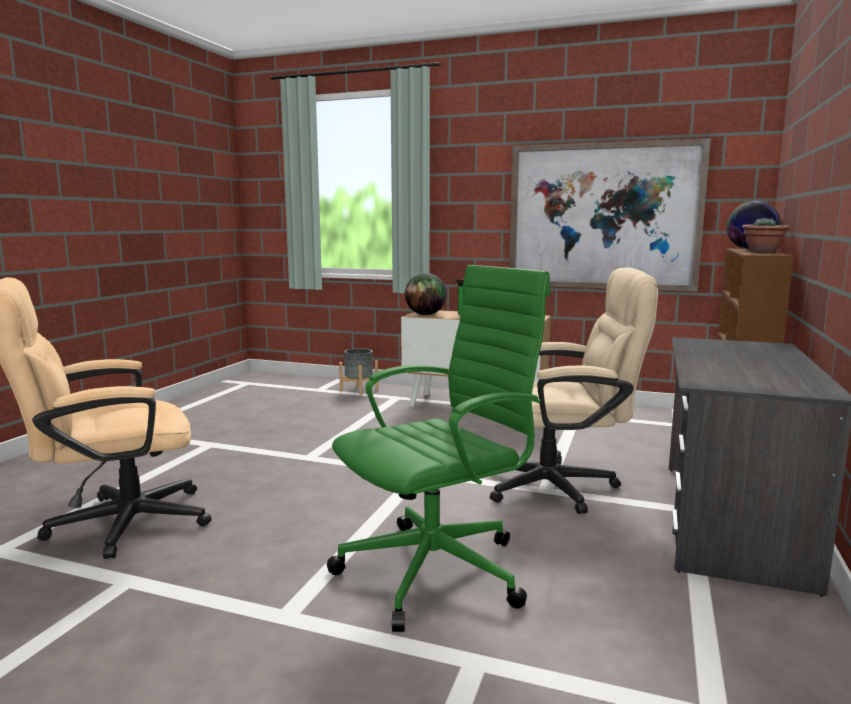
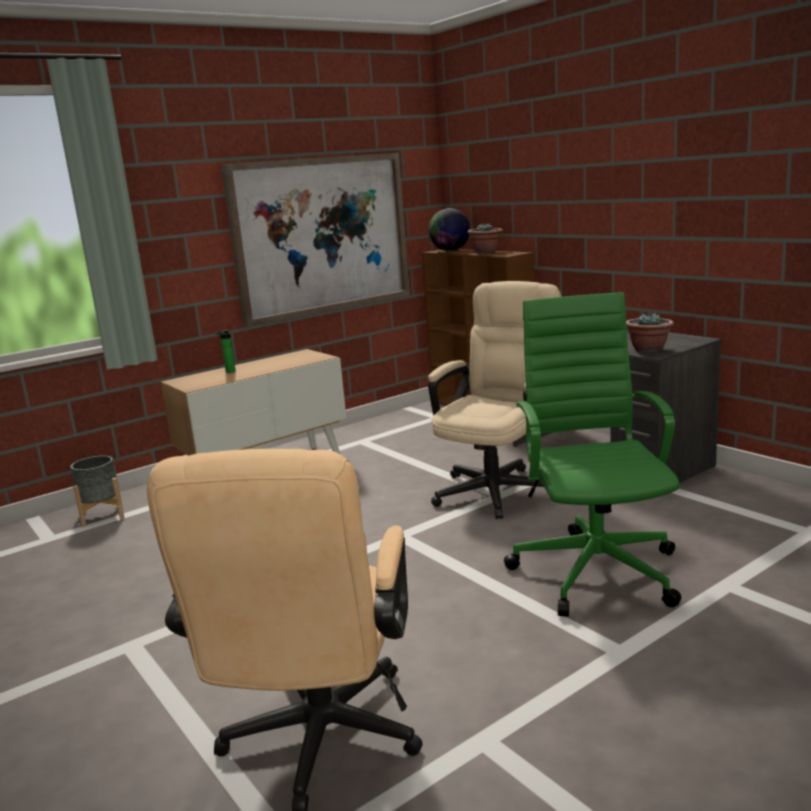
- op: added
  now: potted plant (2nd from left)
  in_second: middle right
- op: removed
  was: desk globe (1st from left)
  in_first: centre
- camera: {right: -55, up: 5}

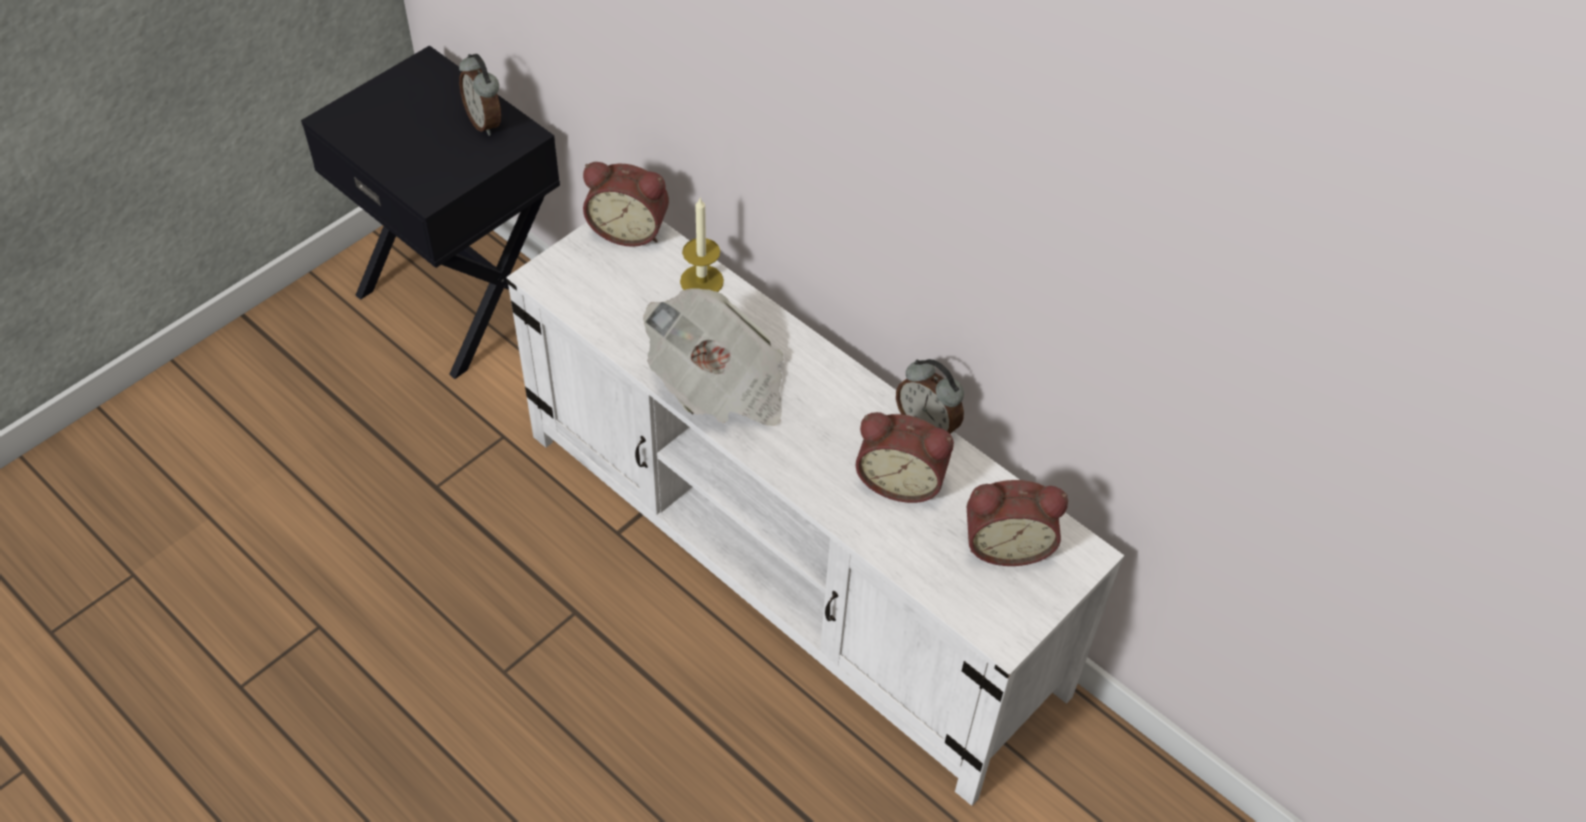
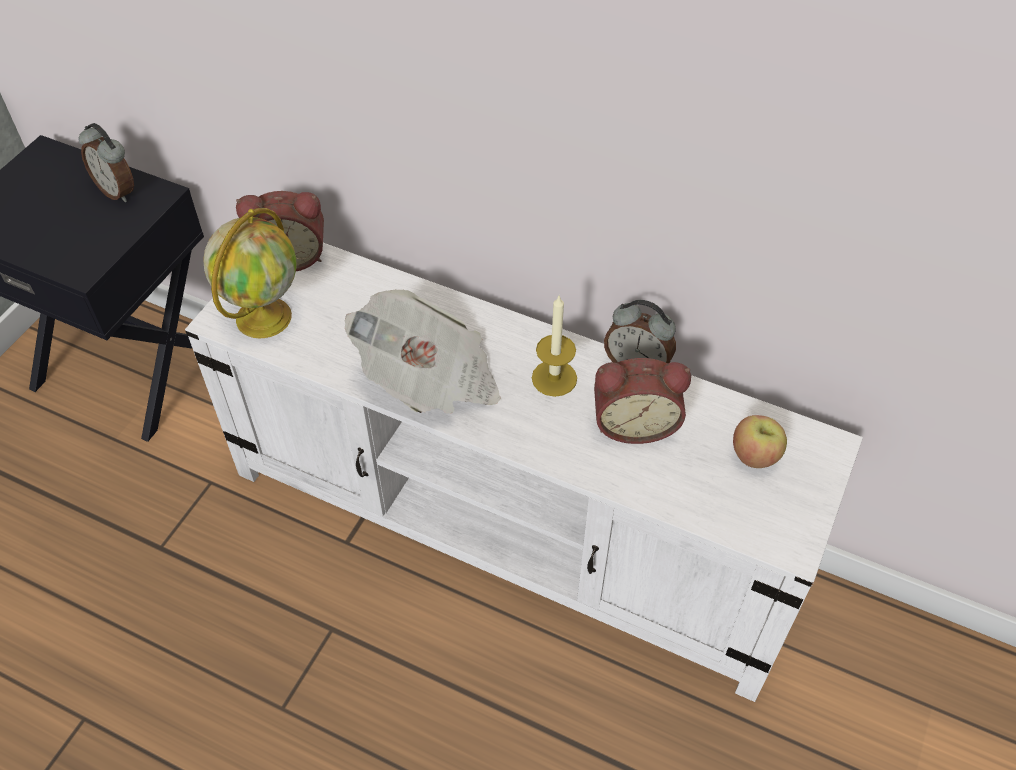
- op: added
  now: desk globe
  in_second: middle left
- op: moved
  was: wax candle
  in_first: top centre
  in_second: centre
- op: replaced
  was: table clock (5th from left)
  now: whole apple
  in_first: centre
  in_second: middle right
- camera: {right: -15, up: 0}

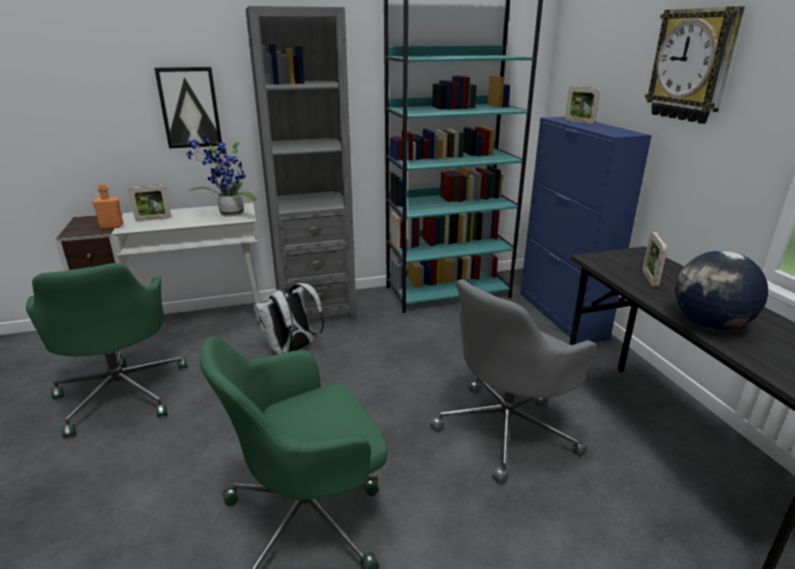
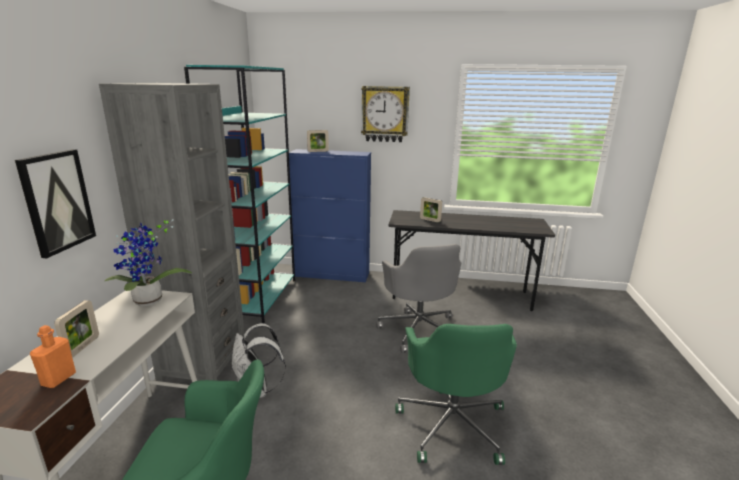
- op: removed
  was: desk globe
  in_first: middle right
- camera: {right: -65, up: -5}

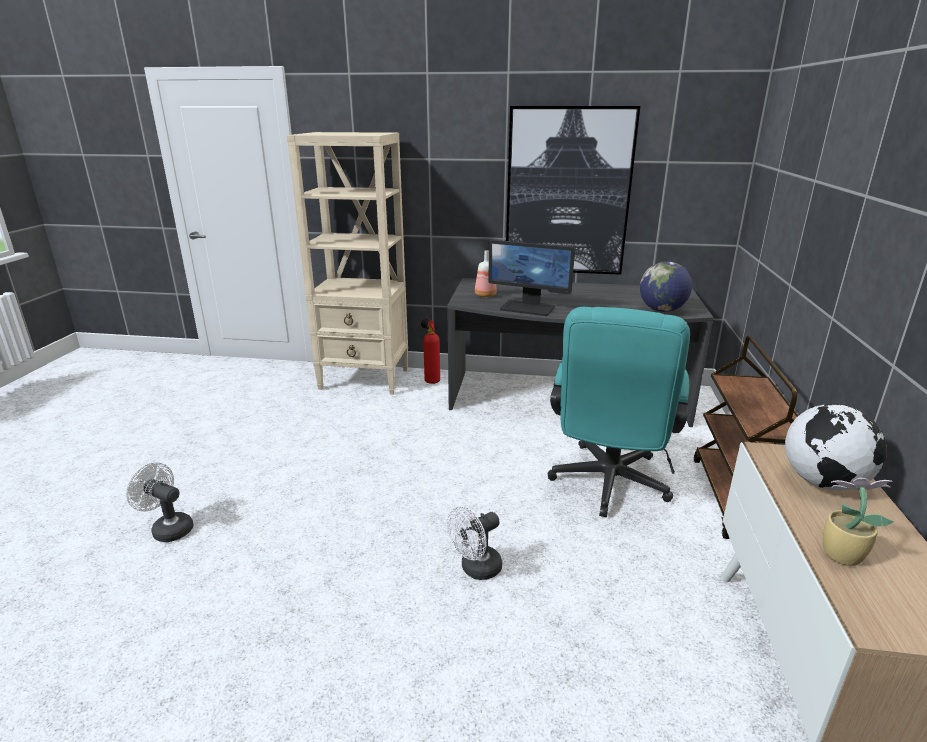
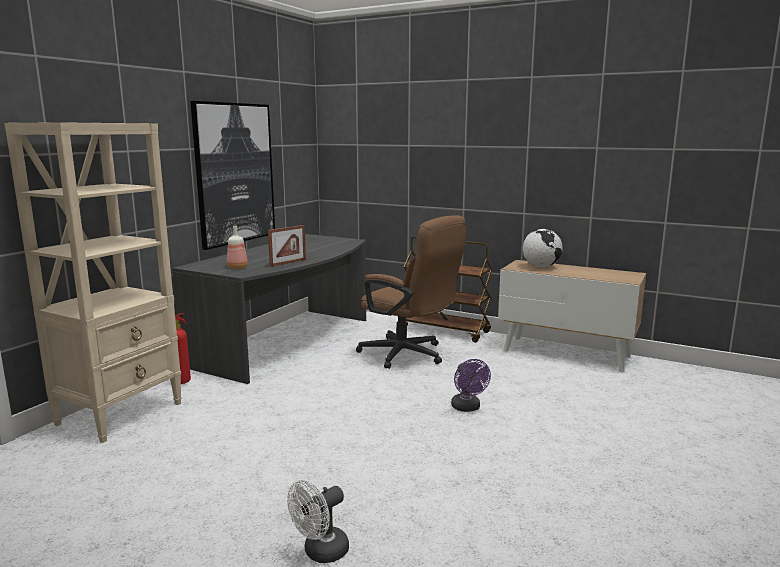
- op: replaced
  was: computer screen
  now: photo frame
  in_first: centre
  in_second: centre
- op: recoloured
  was: turquoise office chair
  now: brownish office chair
  in_first: middle right
  in_second: centre
- op: recoloured
  was: white-coloured electric fan (2nd from left)
  now: purplish electric fan
  in_first: bottom centre
  in_second: bottom centre
- op: removed
  was: desk globe (1st from left)
  in_first: middle right
- op: removed
  was: potted plant
  in_first: bottom right
- camera: {right: -70, up: -10}

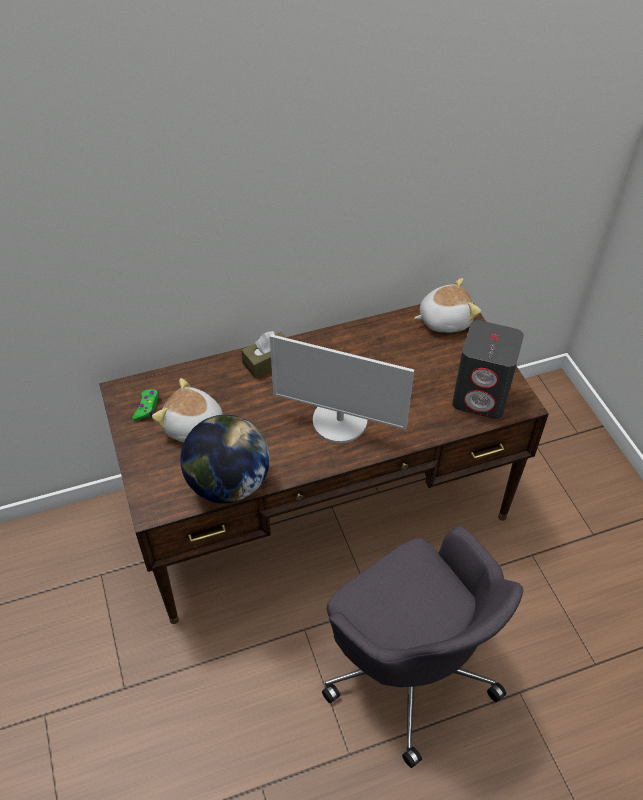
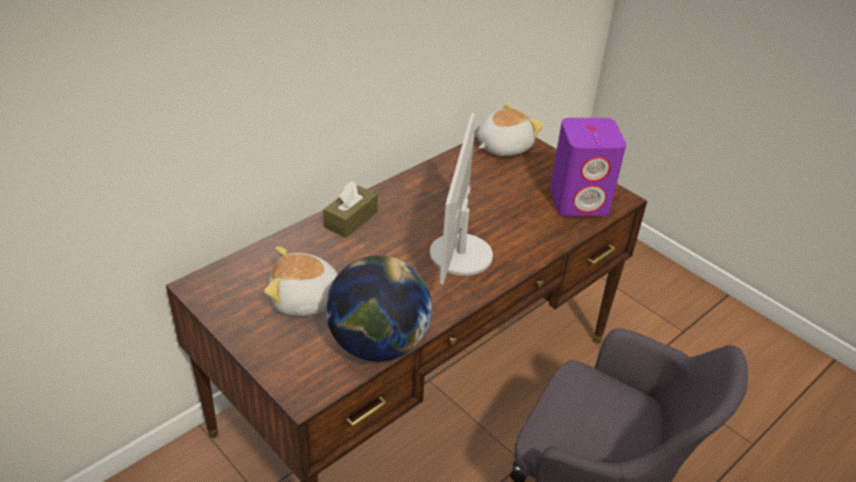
- op: turned
  was: computer screen
  in_first: centre
  in_second: centre
  clockwise: 105
- op: recoloured
  was: greyish audio speaker
  now: purplish audio speaker
  in_first: middle right
  in_second: middle right
- op: removed
  was: green-coloured game controller
  in_first: middle left
- camera: {right: -25, up: -10}

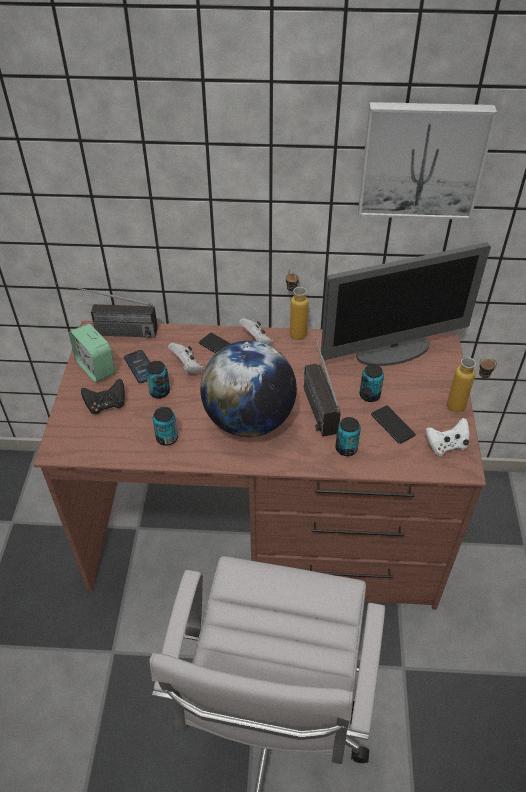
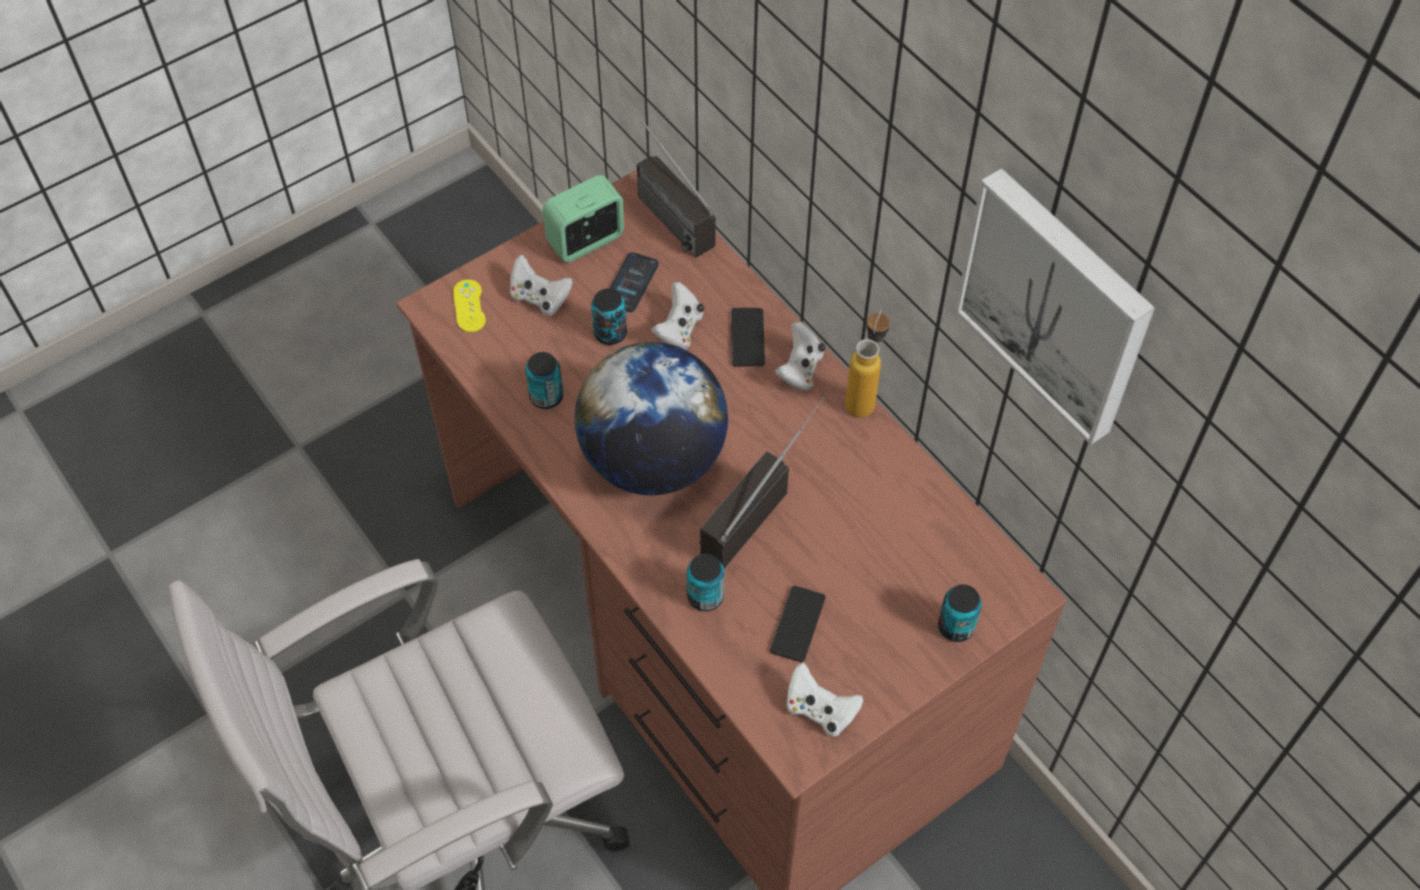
- op: added
  now: yellow-coloured game controller
  in_second: middle left
- op: recoloured
  was: black game controller
  now: white-coloured game controller (1st from left)
  in_first: middle left
  in_second: top centre
- op: turned
  was: table clock
  in_first: middle left
  in_second: top centre
  clockwise: 45
- op: moved
  was: sealed can (4th from left)
  in_first: middle right
  in_second: bottom right
- op: removed
  was: computer screen
  in_first: middle right
- op: removed
  was: bottle (2nd from left)
  in_first: middle right
- camera: {right: 50, up: 10}

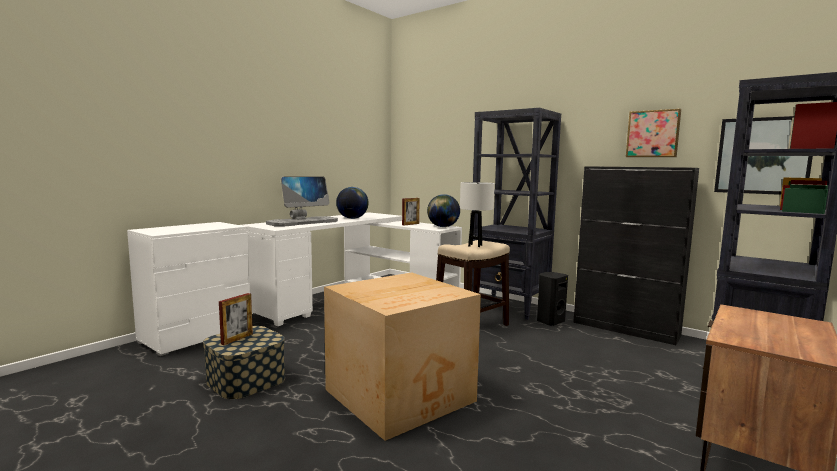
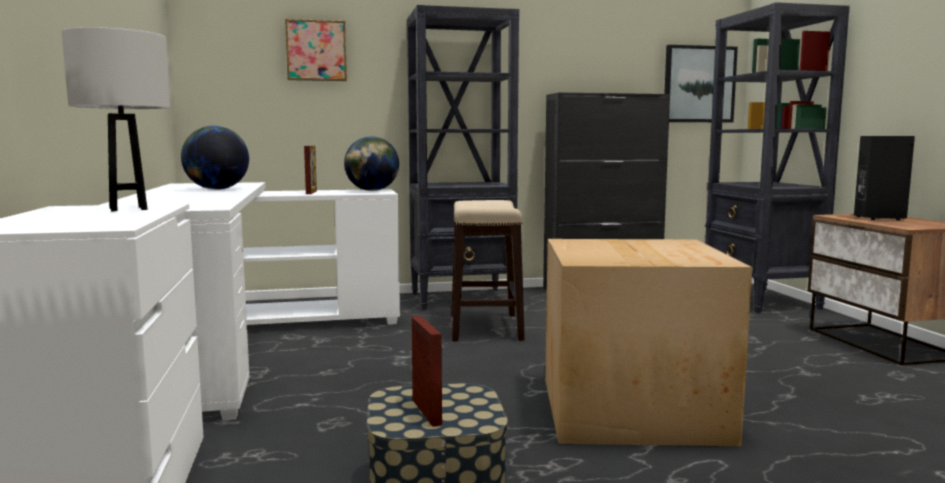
- op: moved
  was: white-coloured table lamp
  in_first: centre
  in_second: top left
- op: moved
  was: wall art (1st from left)
  in_first: top right
  in_second: top centre
- op: moved
  was: black audio speaker
  in_first: centre
  in_second: middle right
- op: removed
  was: computer screen
  in_first: centre
- camera: {right: -50, up: 0}

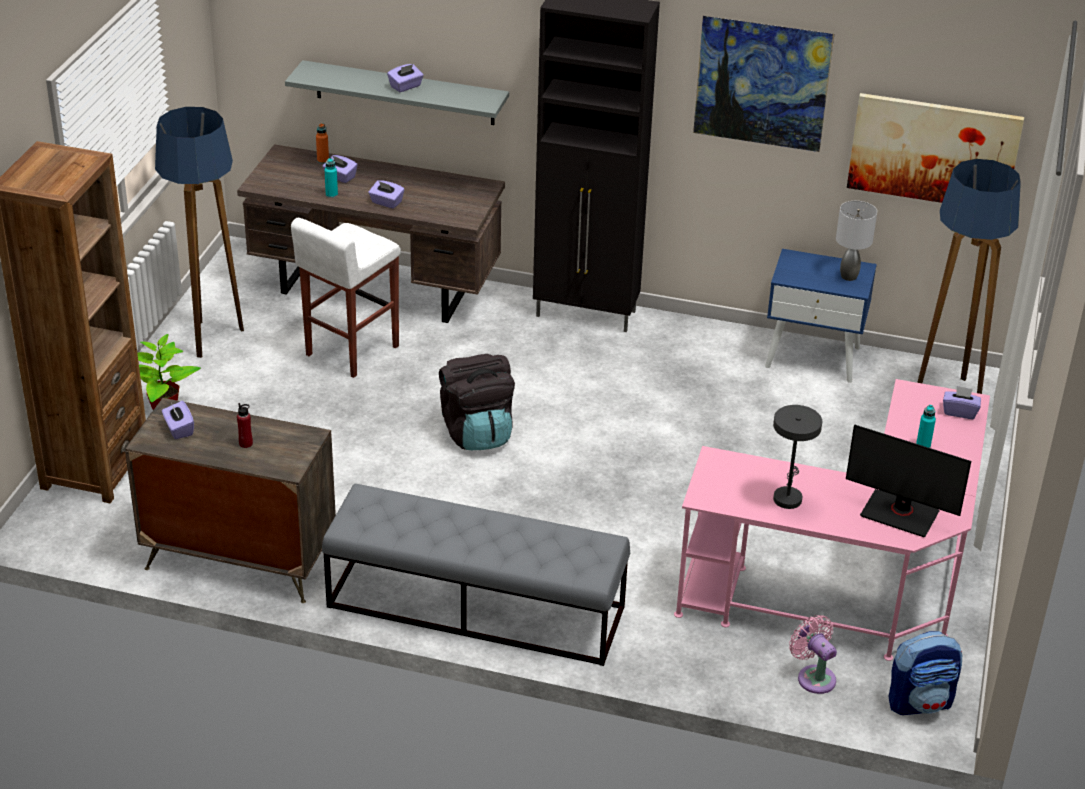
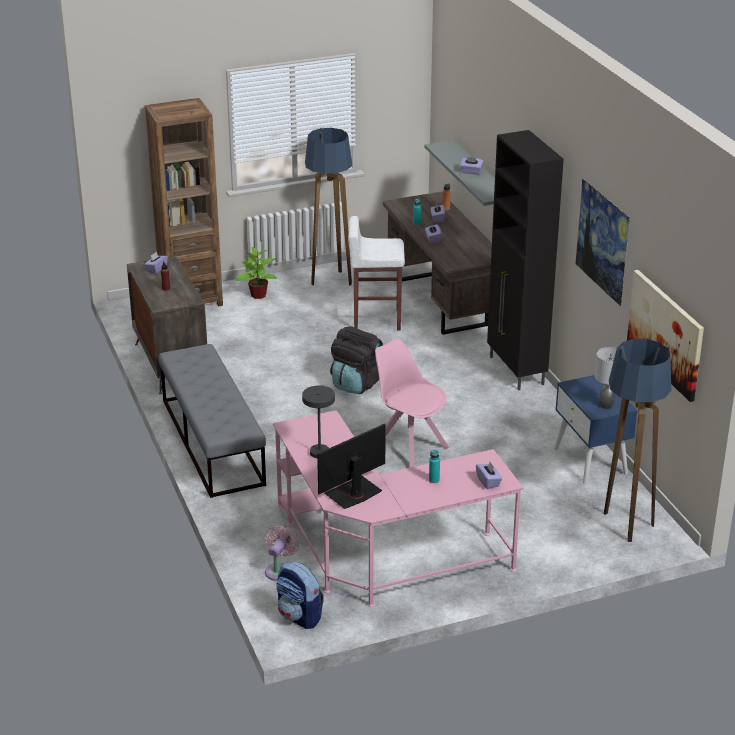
- op: turned
  was: computer screen
  in_first: middle right
  in_second: centre
  clockwise: 60
- op: added
  now: pink upright chair
  in_second: centre
- camera: {right: 55, up: -5}

